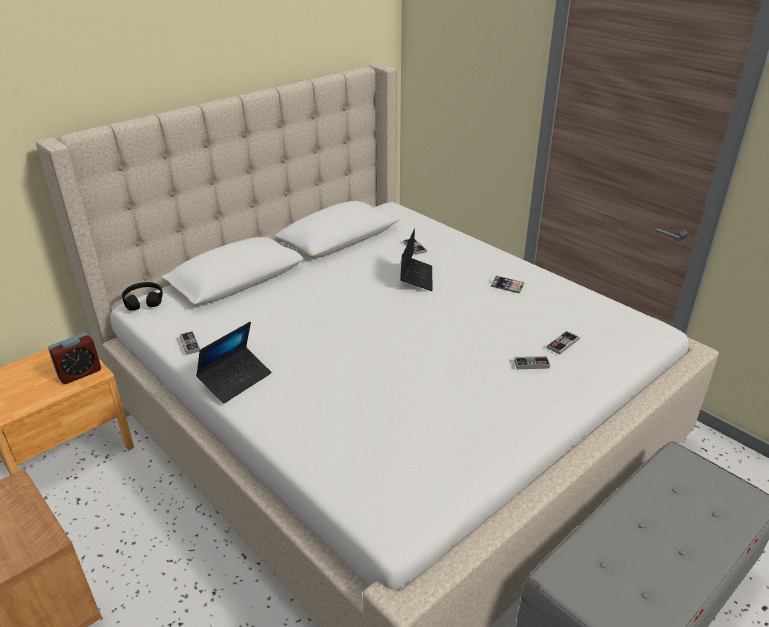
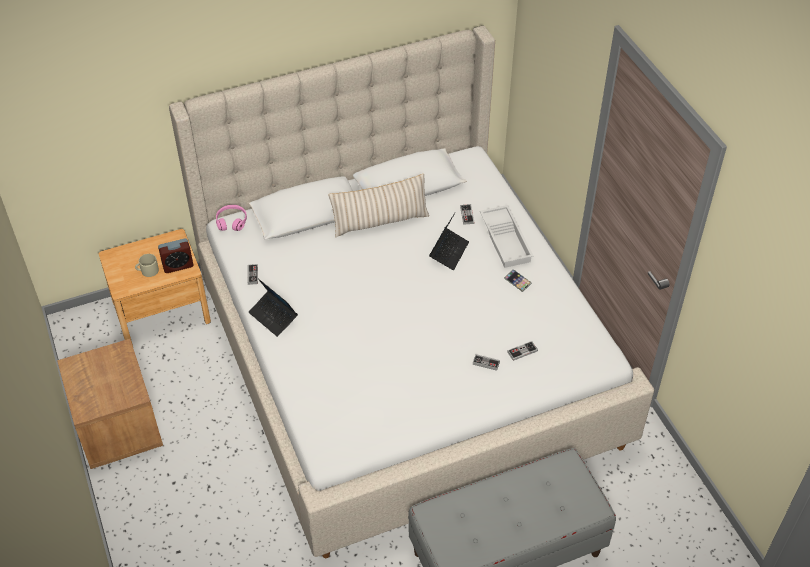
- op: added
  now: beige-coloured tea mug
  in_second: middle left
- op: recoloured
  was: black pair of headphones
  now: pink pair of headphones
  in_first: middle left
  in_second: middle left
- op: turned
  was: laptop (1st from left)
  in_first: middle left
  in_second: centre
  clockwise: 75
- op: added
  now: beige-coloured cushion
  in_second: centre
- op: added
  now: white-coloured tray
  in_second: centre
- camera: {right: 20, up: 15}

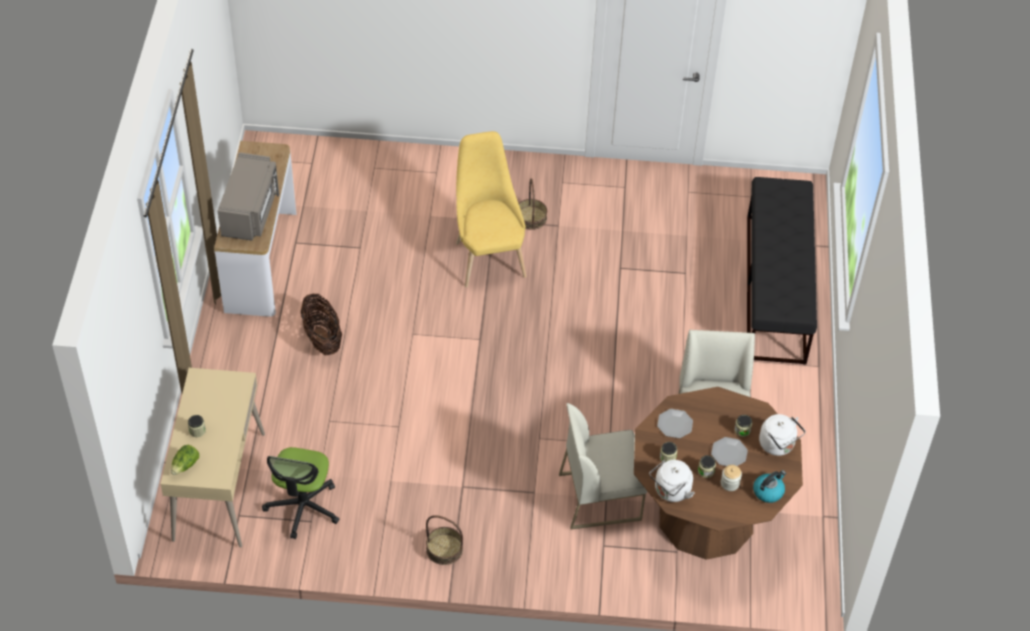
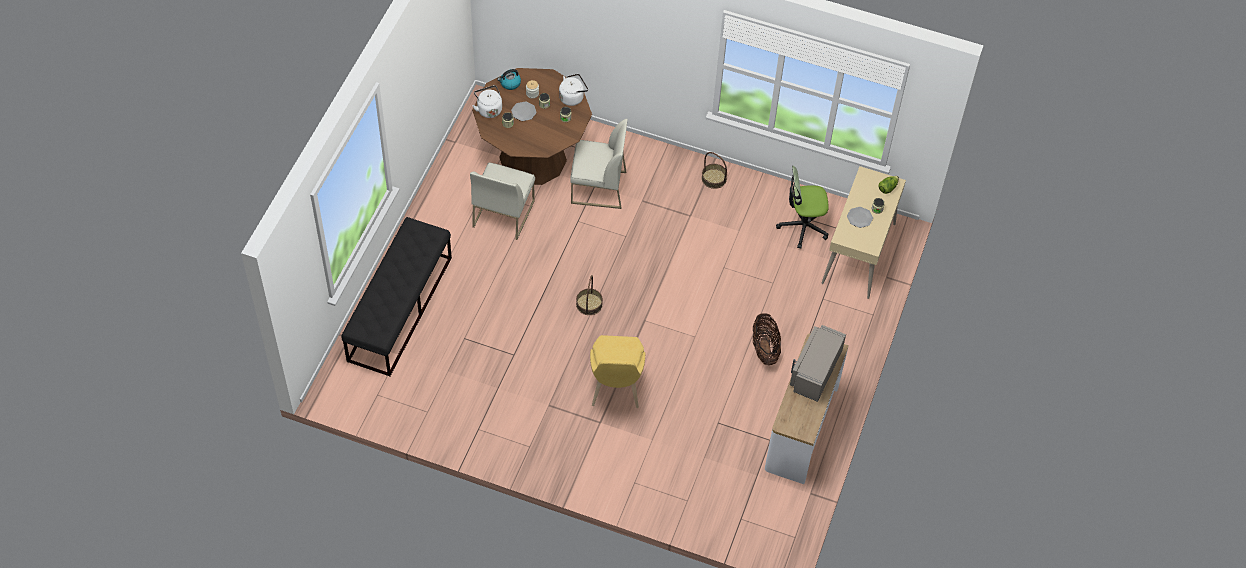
- op: moved
  was: household basket (3rd from left in the first image)
  now: household basket (1st from left)
  in_first: top centre
  in_second: centre
- op: turned
  was: office chair
  in_first: bottom left
  in_second: centre
  clockwise: -120
- op: moved
  was: dinner plate (1st from left in the first image)
  now: dinner plate (2nd from left)
  in_first: bottom centre
  in_second: middle right
- camera: {right: -165, up: 5}

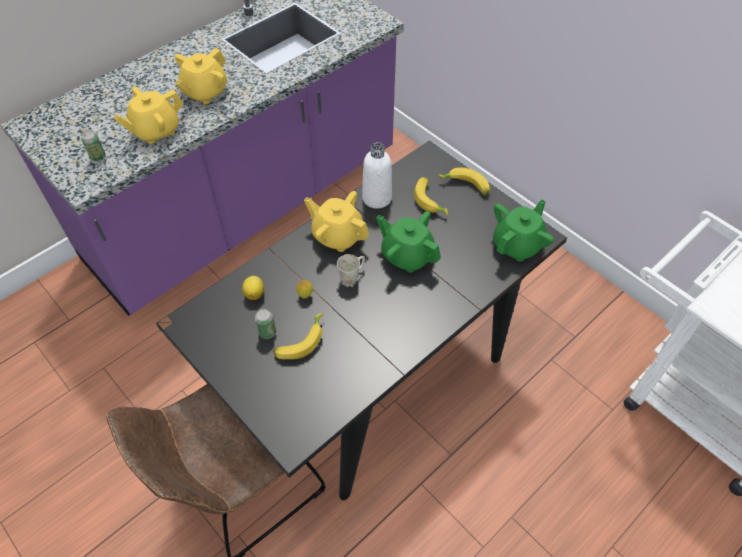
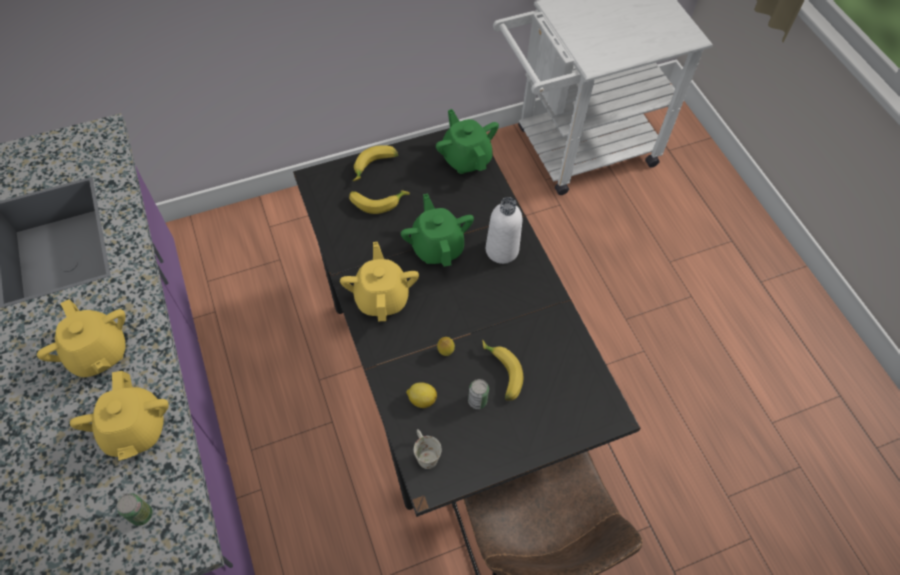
- op: turned
  was: yellow-coloured teapot (3rd from left)
  in_first: centre
  in_second: centre
  clockwise: 120
- op: turned
  was: green-coloured teapot (1st from left)
  in_first: centre
  in_second: centre
  clockwise: 105
- op: moved
  was: white-coloured tea mug
  in_first: centre
  in_second: bottom centre
- op: moved
  was: white-coloured bottle
  in_first: top centre
  in_second: centre
- camera: {right: -70, up: 5}

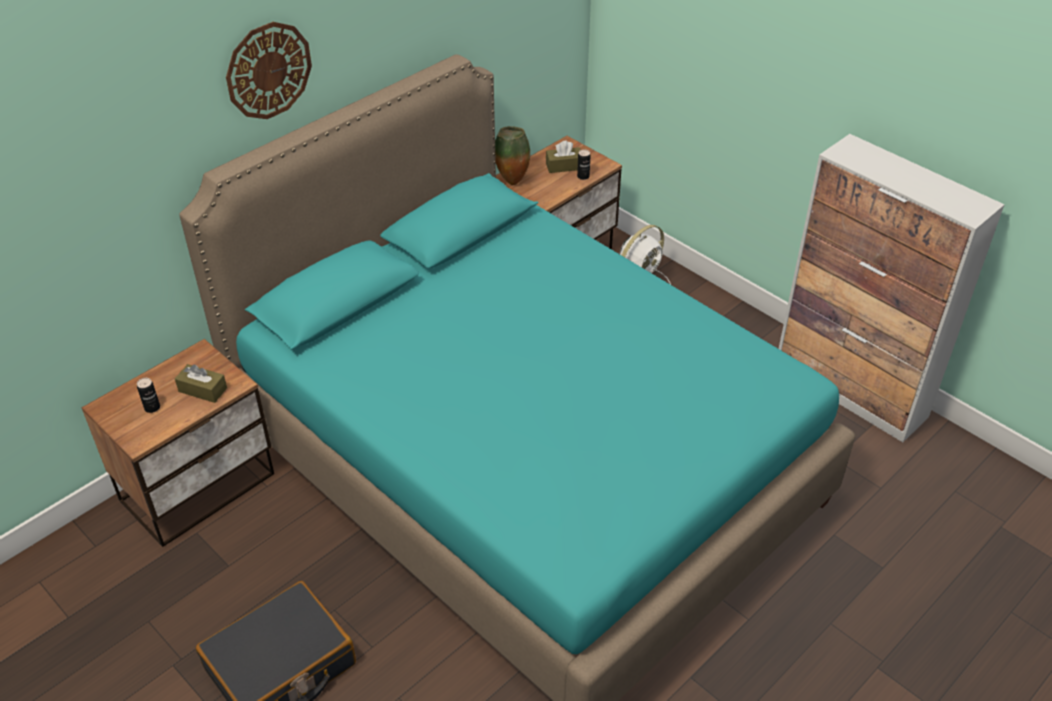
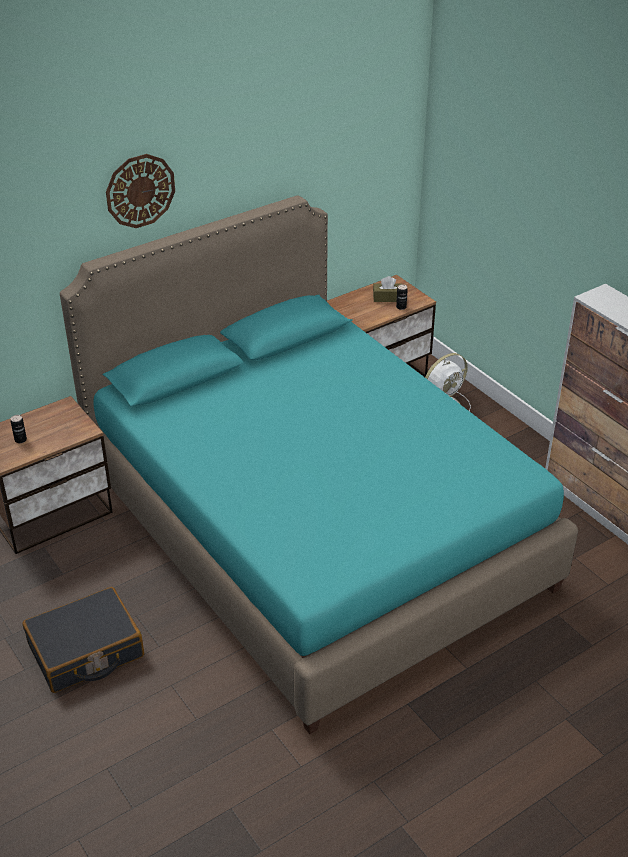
- op: removed
  was: brownish tissue holder (1st from left)
  in_first: middle left
- op: removed
  was: vase
  in_first: top centre
- camera: {right: 10, up: -5}

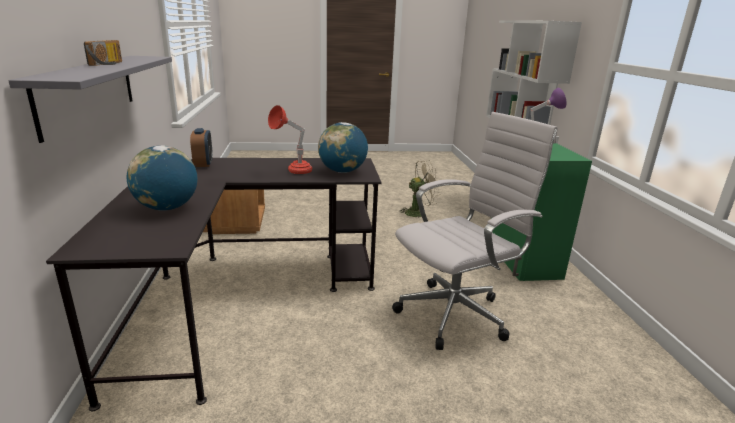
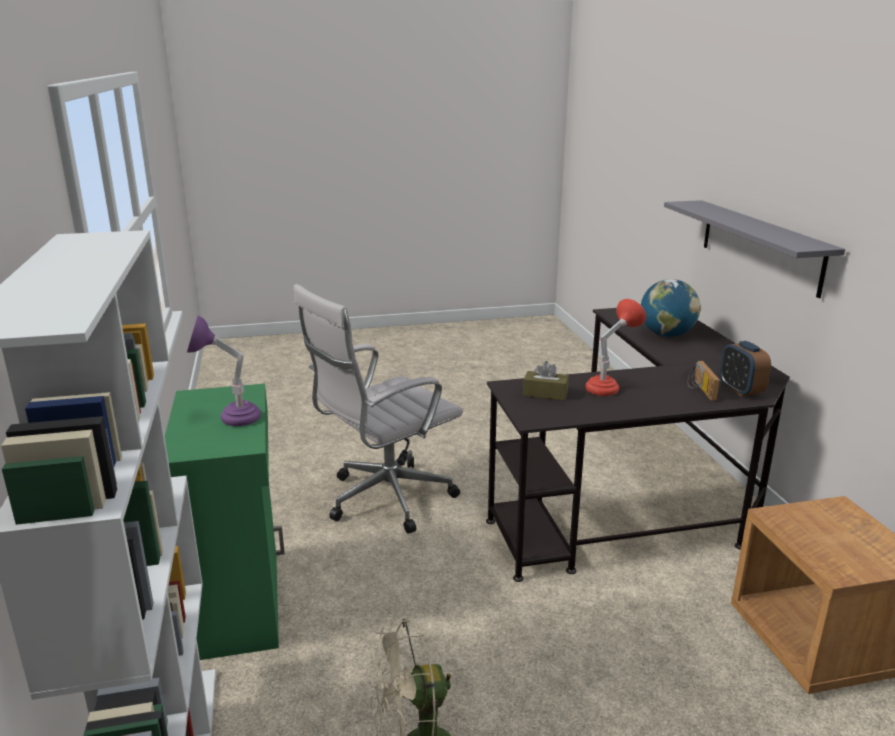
- op: replaced
  was: desk globe (2nd from left)
  now: brownish tissue holder
  in_first: centre
  in_second: centre
- op: moved
  was: radio
  in_first: top left
  in_second: middle right
- camera: {right: 175, up: 0}

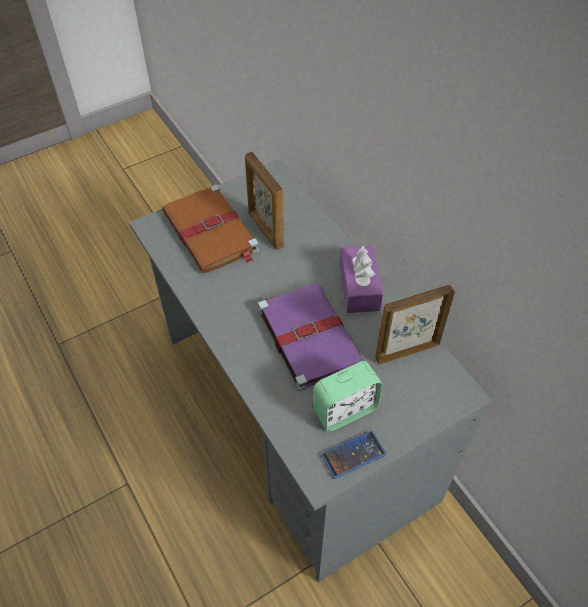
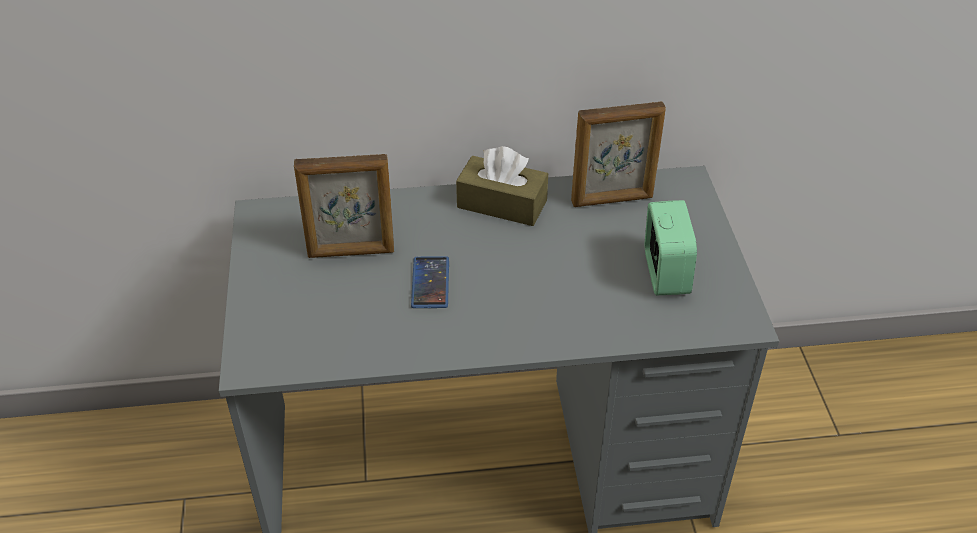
- op: moved
  was: telephone
  in_first: bottom centre
  in_second: centre
- op: recoloured
  was: purplish tissue holder
  now: brownish tissue holder
  in_first: centre
  in_second: centre
- op: turned
  was: photo frame (2nd from left)
  in_first: middle right
  in_second: top centre
  clockwise: -105
- op: removed
  was: brownish volume
  in_first: centre
- op: removed
  was: purplish volume
  in_first: centre
- camera: {right: -65, up: -10}

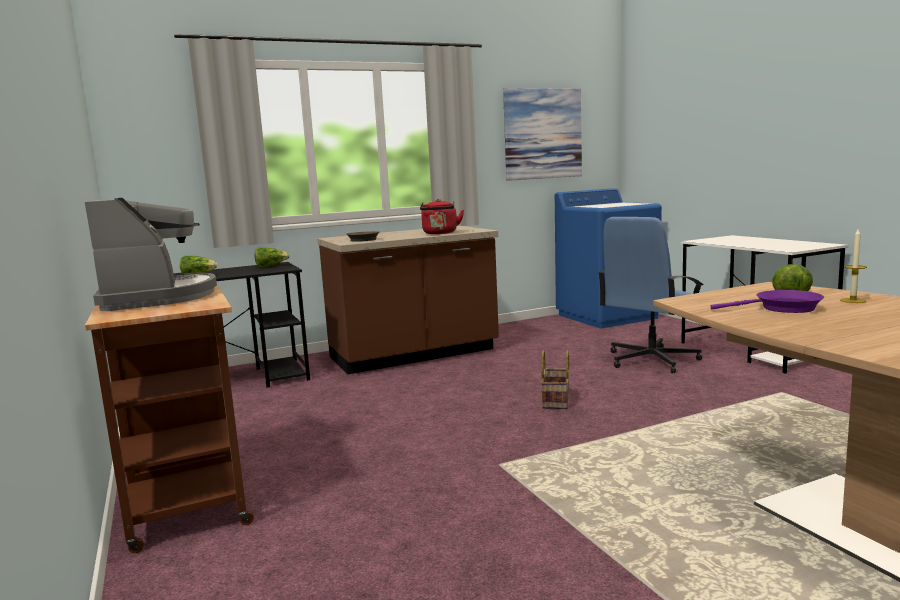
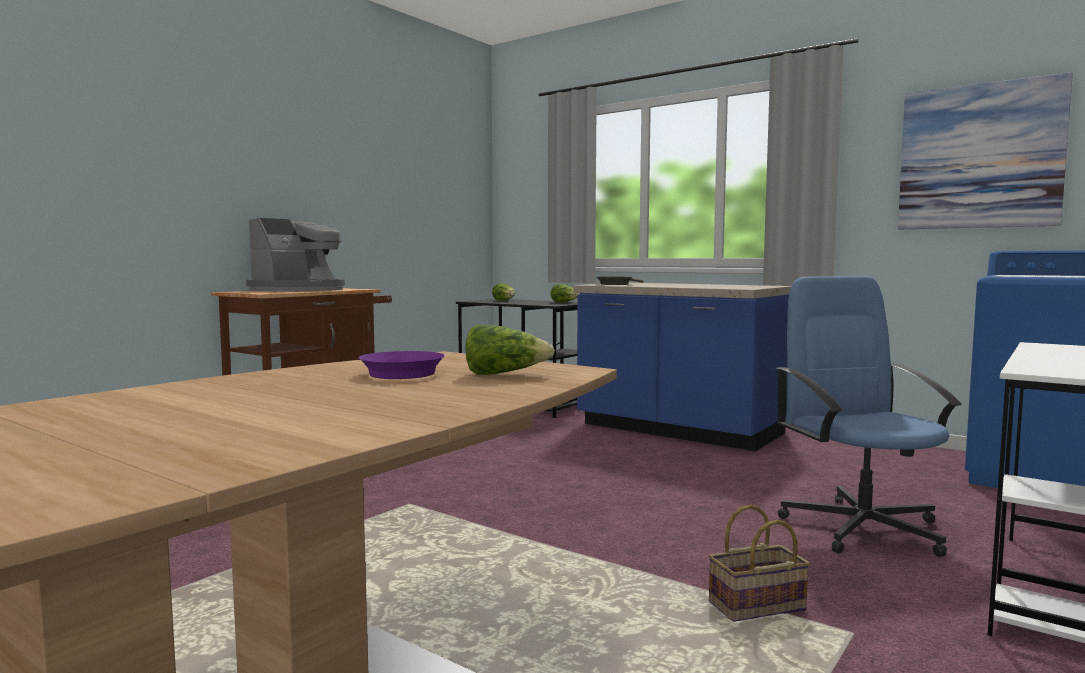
- op: recoloured
  was: brownish kitchen base unit
  now: blue-coloured kitchen base unit
  in_first: centre
  in_second: centre
- op: moved
  was: household basket
  in_first: centre
  in_second: bottom right
- op: turned
  was: blue-coloured office chair
  in_first: middle right
  in_second: middle right
  clockwise: 60
- op: removed
  was: red-coloured kettle
  in_first: centre
- op: removed
  was: wax candle
  in_first: middle right
- camera: {right: 60, up: -5}

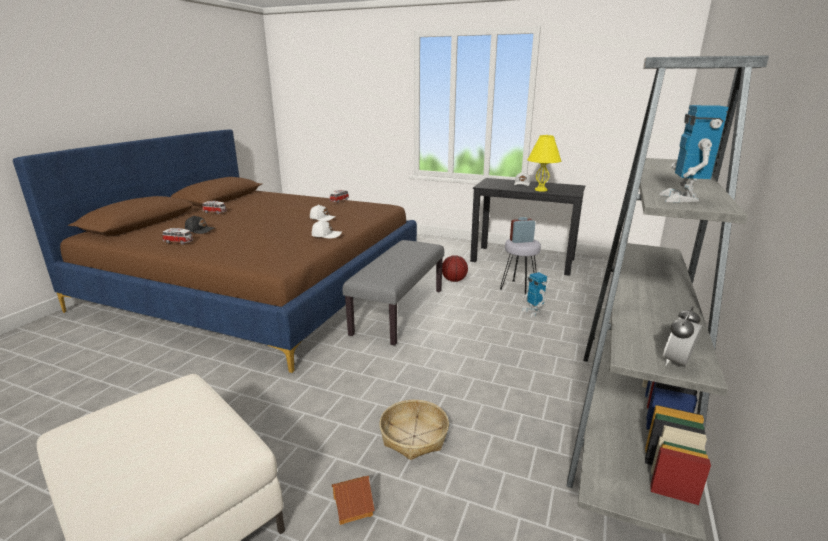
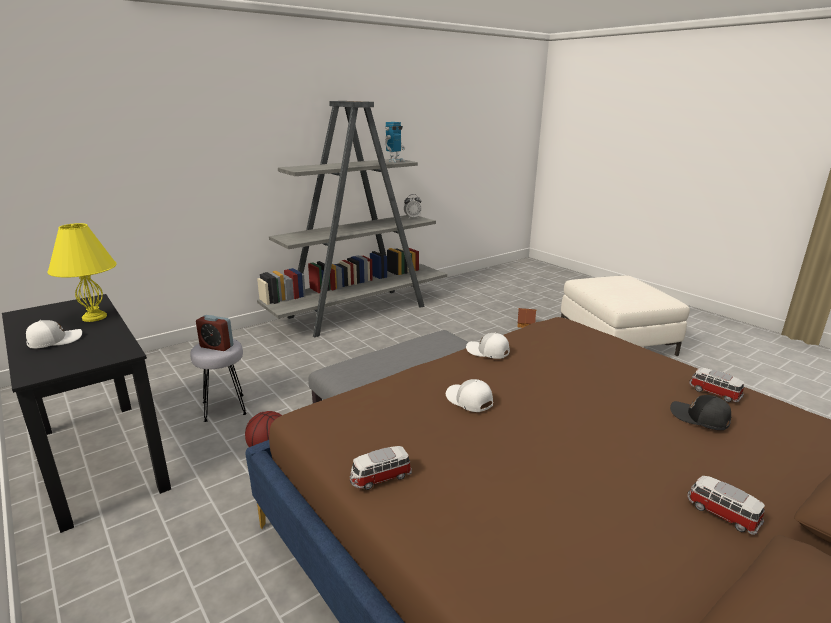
- op: removed
  was: household basket
  in_first: bottom centre
- op: removed
  was: model robot (1st from left)
  in_first: centre
- camera: {right: -150, up: 0}

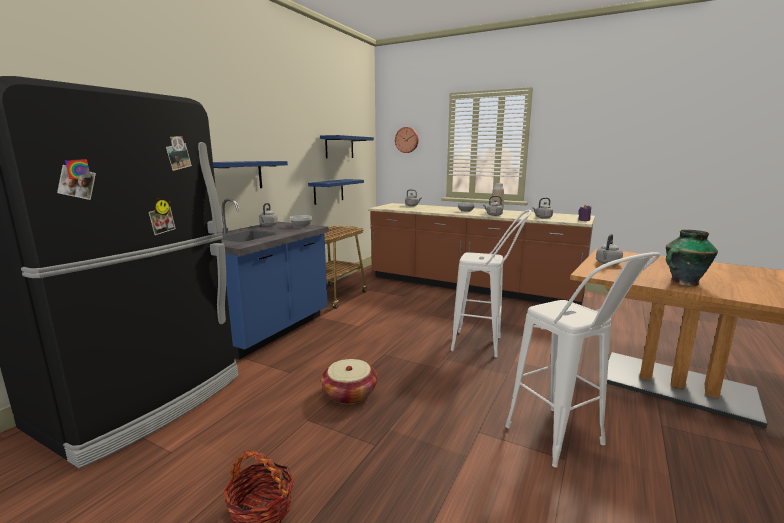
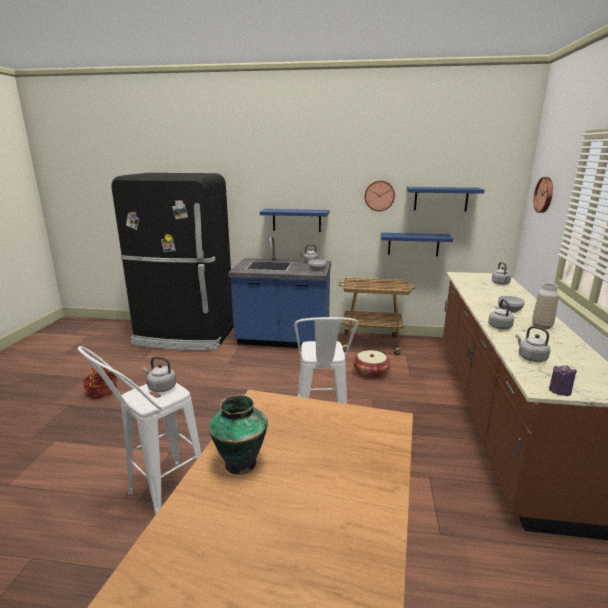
- op: moved
  was: greyish kettle (5th from left in the first image)
  now: greyish kettle (1st from left)
  in_first: middle right
  in_second: middle left
- op: moved
  was: household basket (2nd from left)
  in_first: bottom centre
  in_second: centre
- op: added
  now: wall clock (1st from left)
  in_second: top centre
- camera: {right: 70, up: 5}

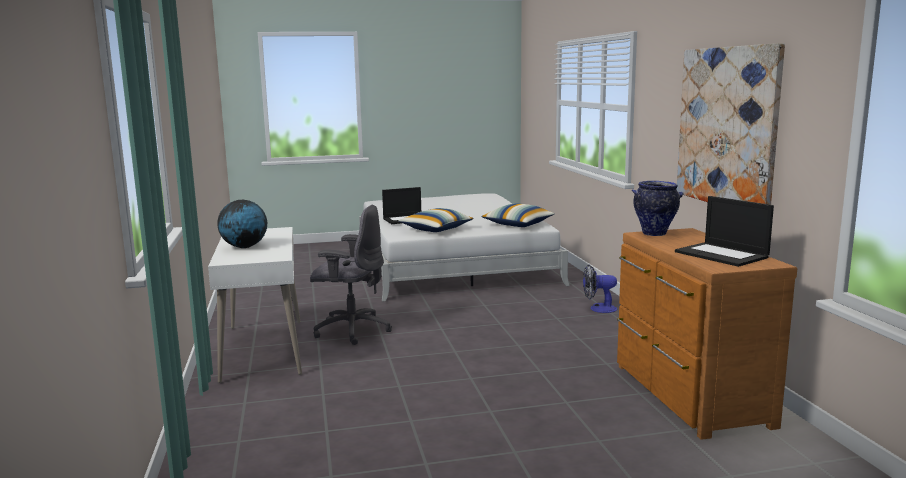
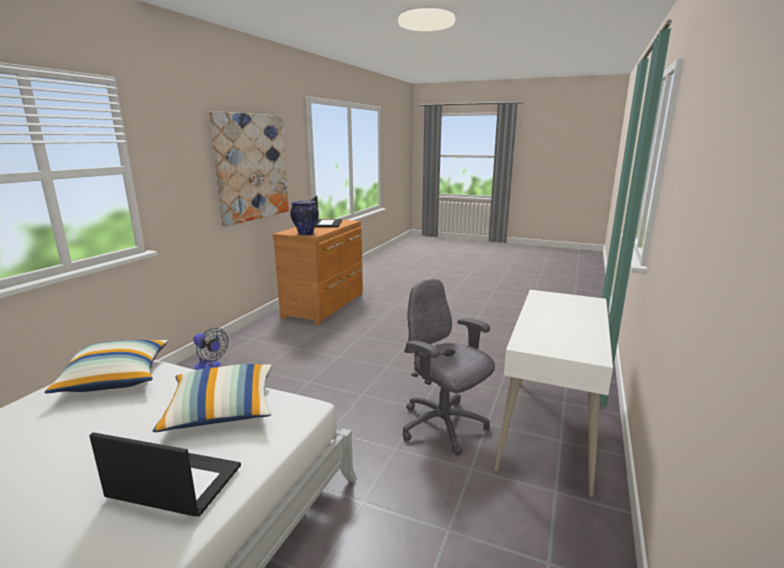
- op: removed
  was: desk globe
  in_first: middle left
- camera: {right: -145, up: 5}

